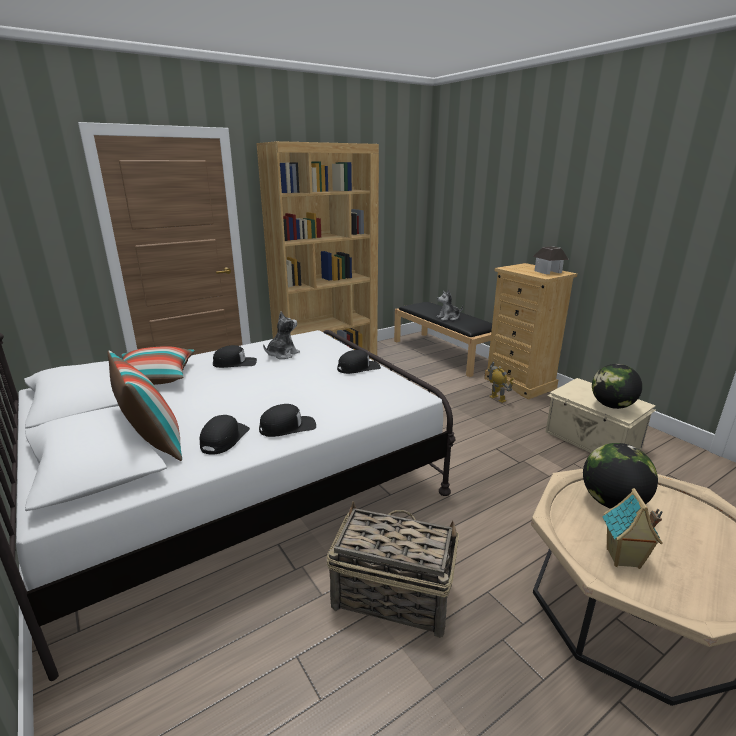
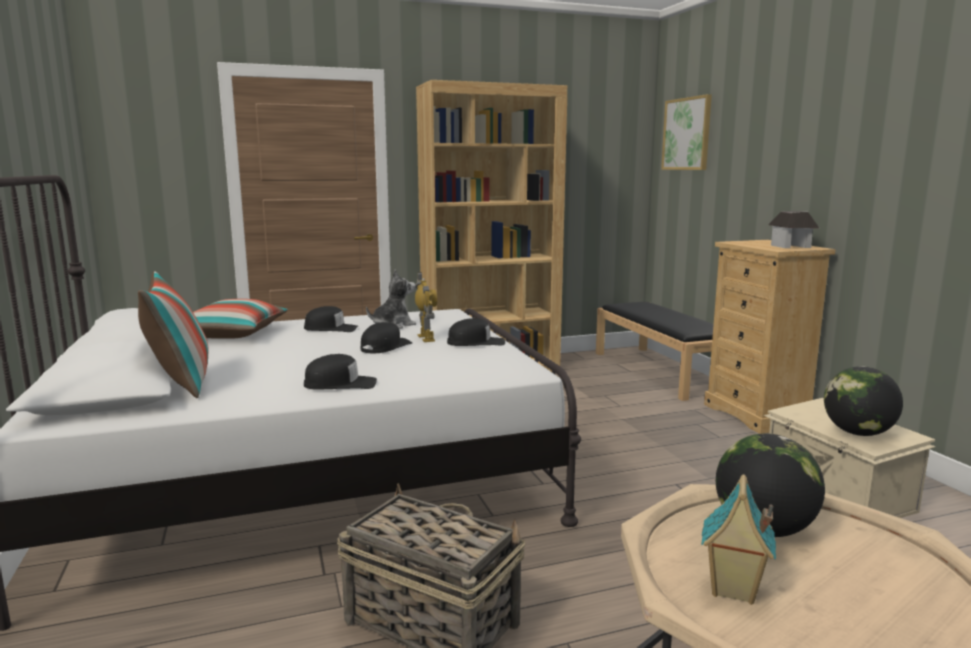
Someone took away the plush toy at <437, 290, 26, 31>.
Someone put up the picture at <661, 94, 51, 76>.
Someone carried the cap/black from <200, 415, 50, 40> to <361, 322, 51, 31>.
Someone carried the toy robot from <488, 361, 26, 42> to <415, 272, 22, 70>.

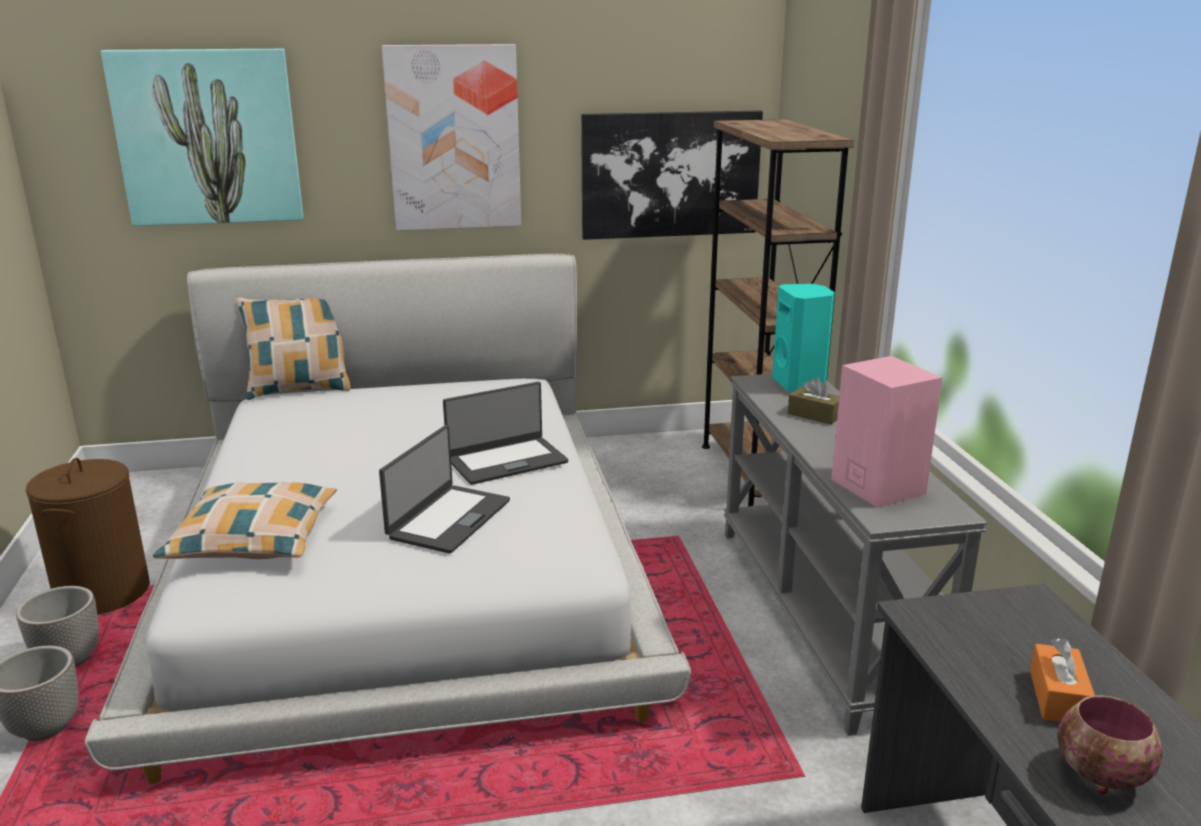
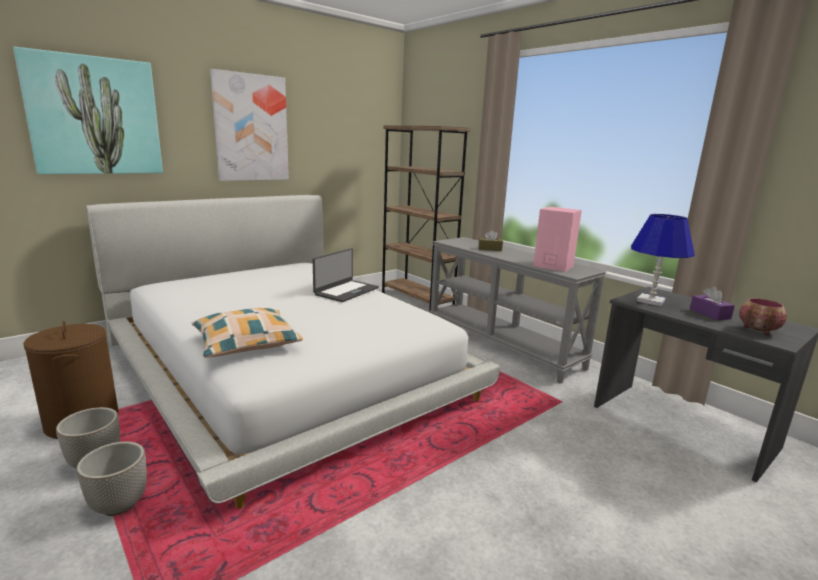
Someone took away the pillow at <236, 298, 114, 102>.
Someone took away the laptop at <379, 425, 131, 129>.
Someone took away the picture at <581, 110, 182, 130>.
Someone took away the speaker/turquoise at <772, 284, 63, 108>.
Someone put down the table lamp/blue at <631, 214, 64, 92>.
Someone repainted the tissue box/orange at <1030, 638, 65, 84>, which became the tissue box/purple at <690, 287, 45, 33>.

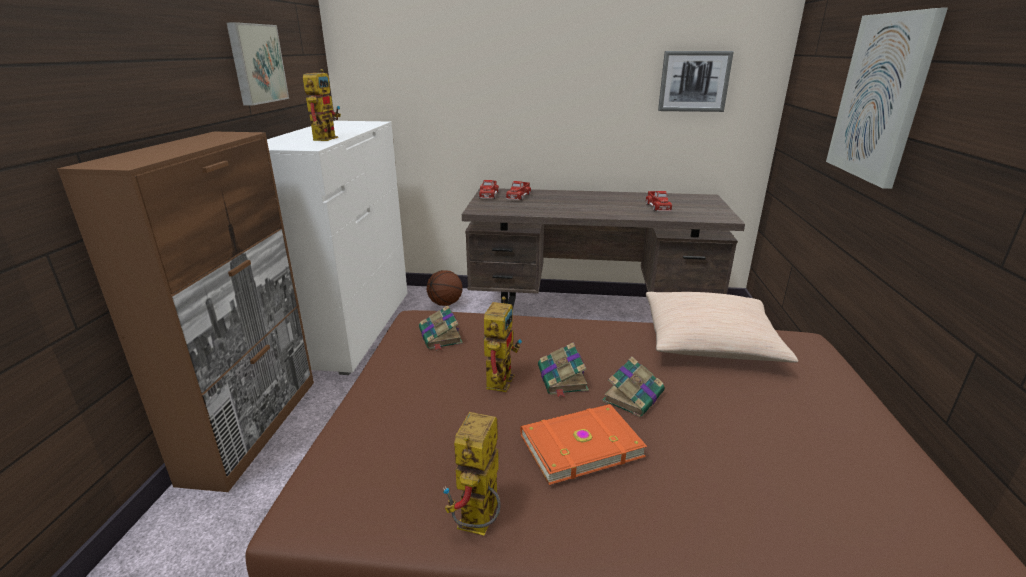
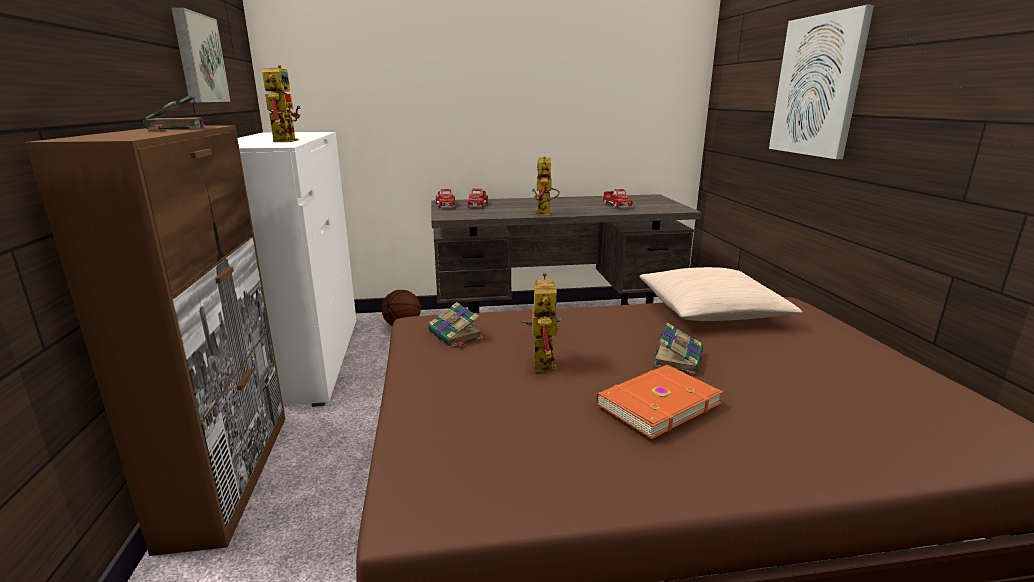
Someone took away the picture at <658, 51, 76, 61>.
Someone carried the toy robot from <443, 412, 58, 123> to <532, 156, 28, 59>.
Someone carried the book from <538, 342, 51, 56> to <143, 96, 62, 34>.

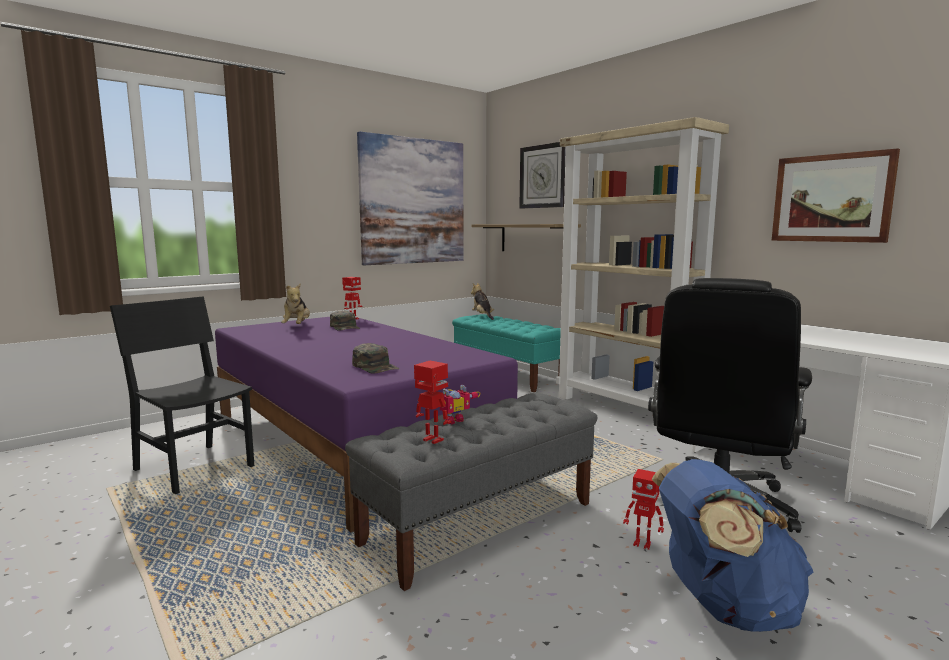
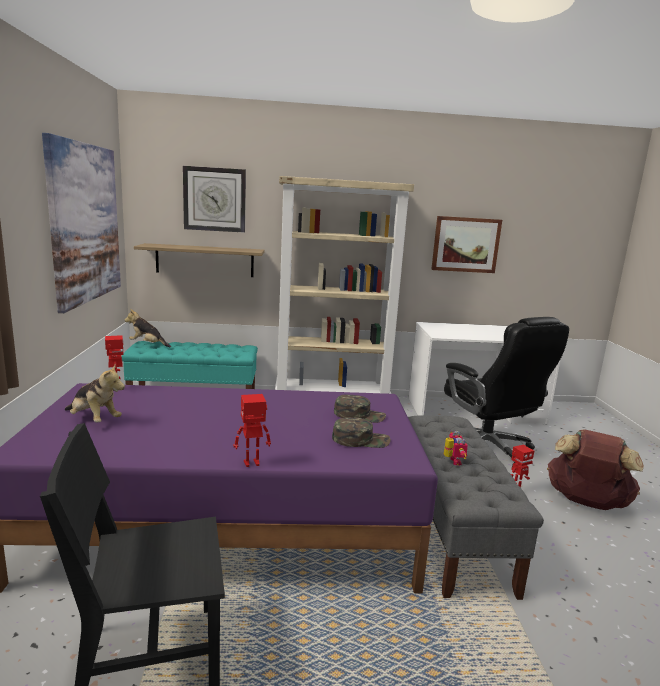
Someone carried the cap/green from <330, 311, 30, 20> to <334, 395, 52, 28>.
Someone carried the toy robot from <414, 361, 37, 83> to <233, 394, 38, 73>.
Someone repainted the backpack/blue at <652, 459, 161, 173>, which became the backpack/brown at <547, 429, 97, 81>.

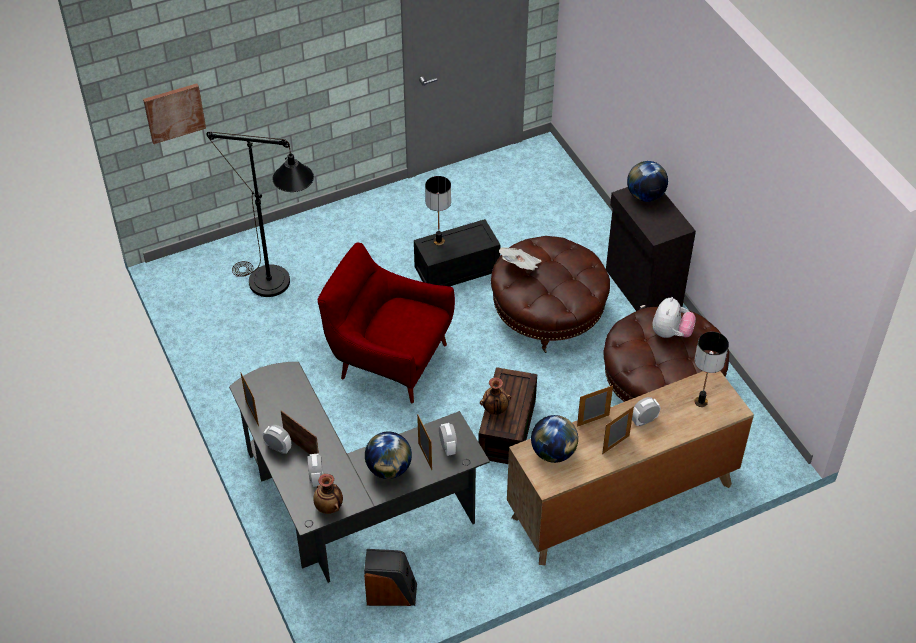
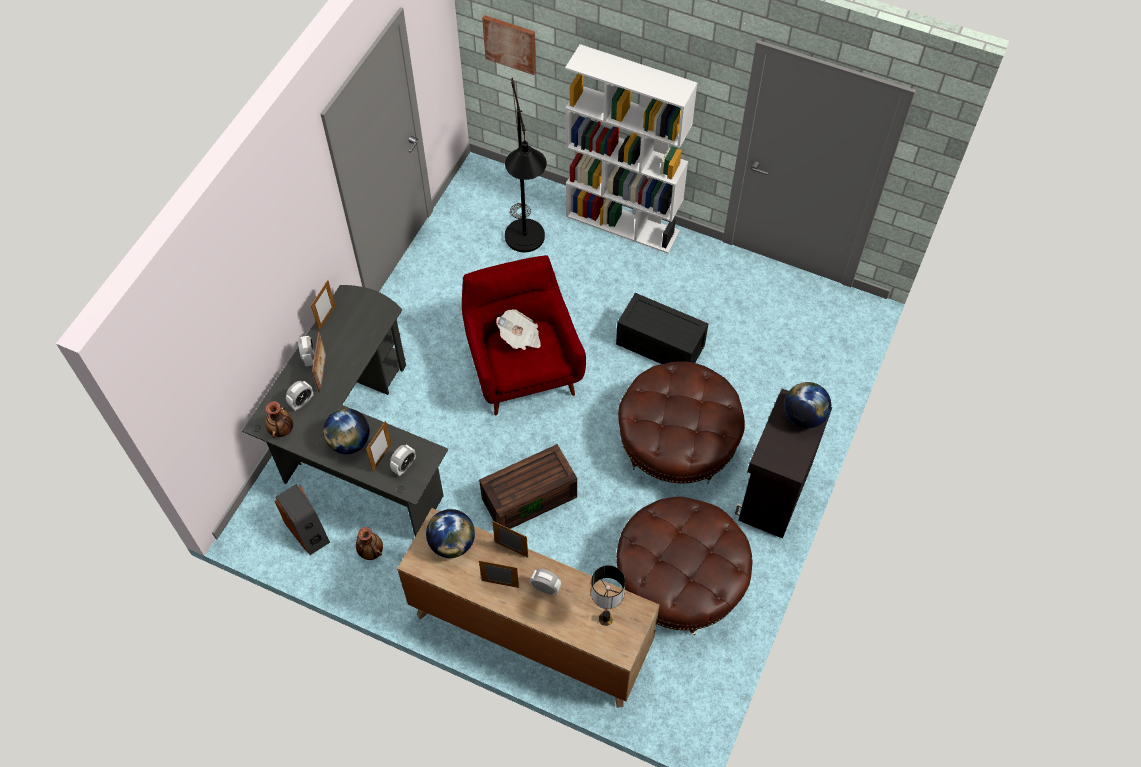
Someone took away the table lamp at <425, 176, 26, 70>.
Someone took away the plush toy at <653, 297, 43, 41>.
Someone put down the bookcase/white at <565, 44, 133, 210>.
Someone carried the vase from <480, 377, 31, 38> to <356, 527, 27, 33>.
Someone carried the newspaper from <499, 247, 43, 24> to <496, 309, 45, 41>.

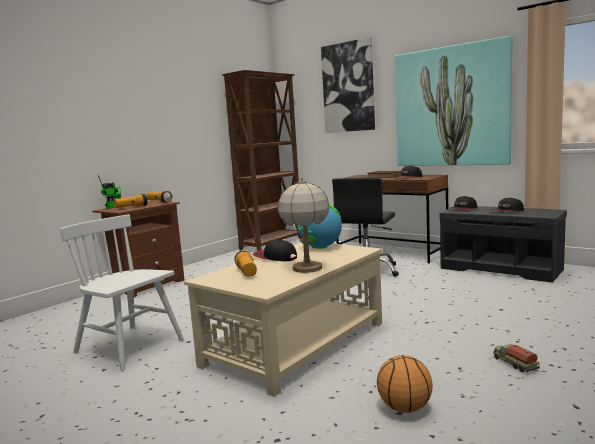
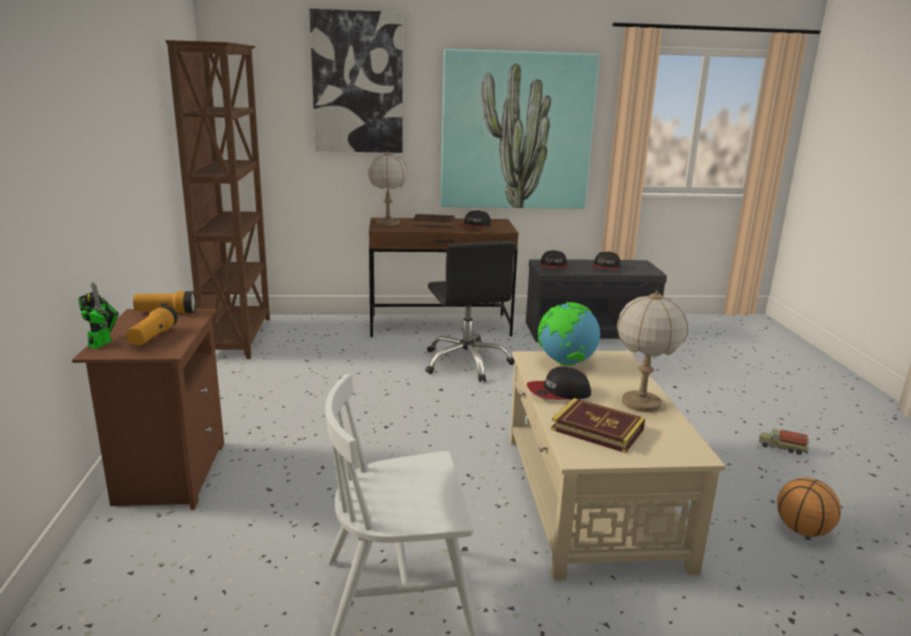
Someone put down the table lamp at <368, 151, 40, 75>.
Someone swapped the flashlight at <234, 251, 23, 26> for the book at <551, 398, 94, 55>.

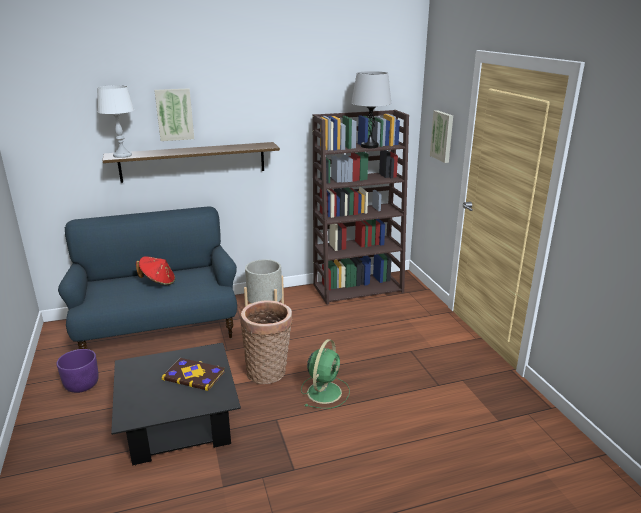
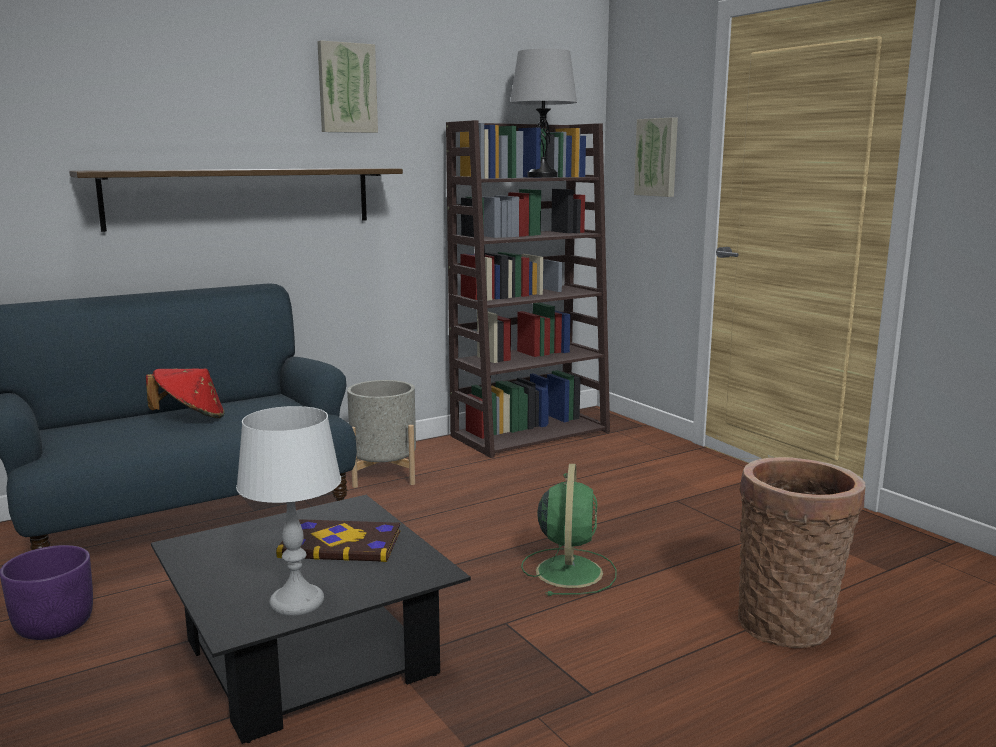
Someone carried the table lamp/white from <97, 85, 37, 73> to <236, 406, 105, 210>.
Someone carried the picture from <154, 88, 40, 53> to <317, 40, 61, 93>.
Someone carried the basket from <240, 300, 53, 84> to <738, 457, 128, 191>.

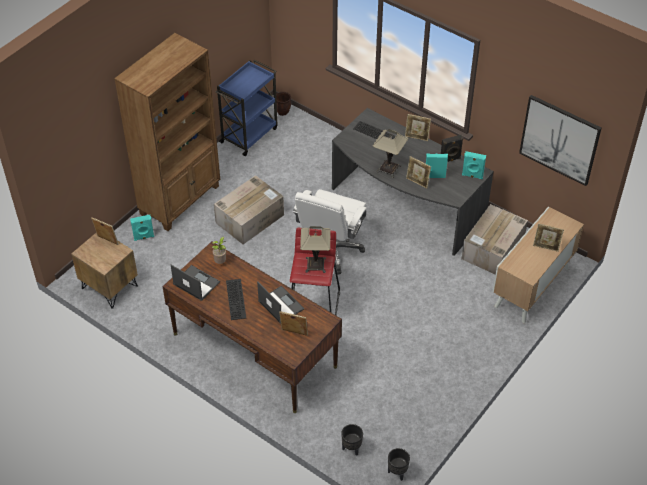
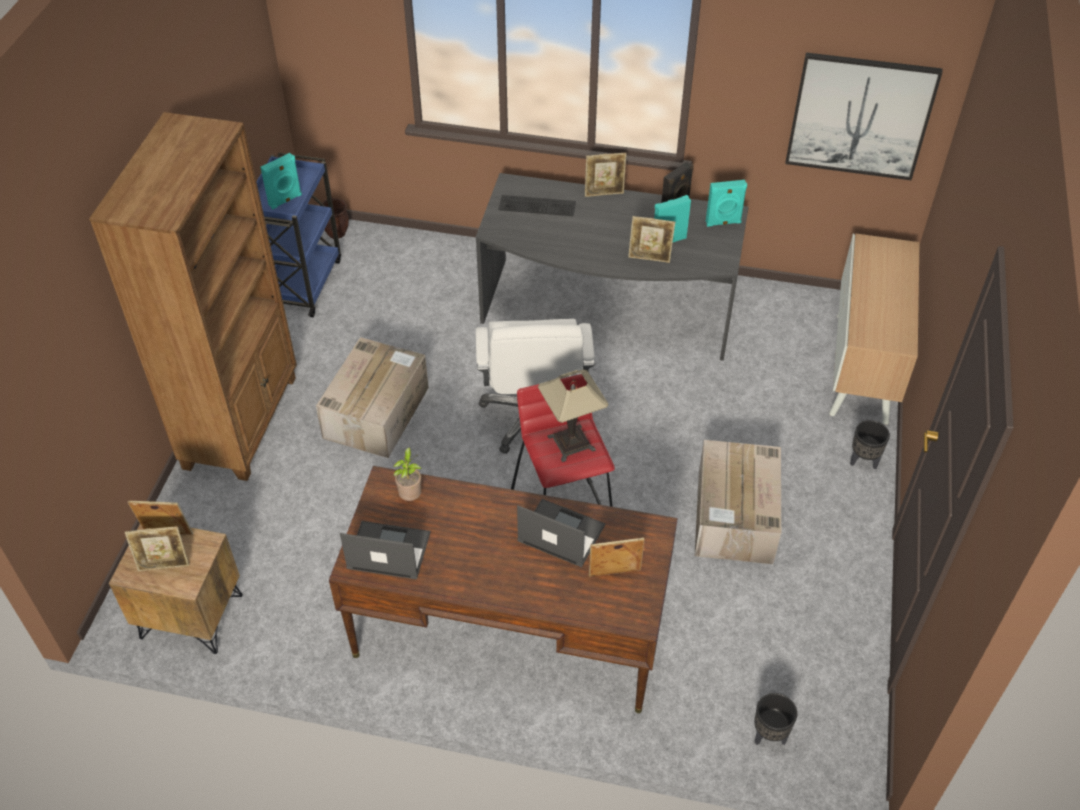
Someone took away the keyboard at <226, 279, 20, 41>.
Someone took away the table lamp at <373, 129, 35, 49>.
Someone carried the speaker/turquoise from <130, 215, 24, 26> to <260, 153, 42, 56>.
Someone carried the planter/black from <388, 448, 22, 33> to <850, 420, 40, 49>.
Someone carried the cardboard box from <461, 204, 67, 71> to <695, 440, 86, 124>.
Someone carried the picture frame from <533, 223, 31, 29> to <125, 526, 64, 45>.

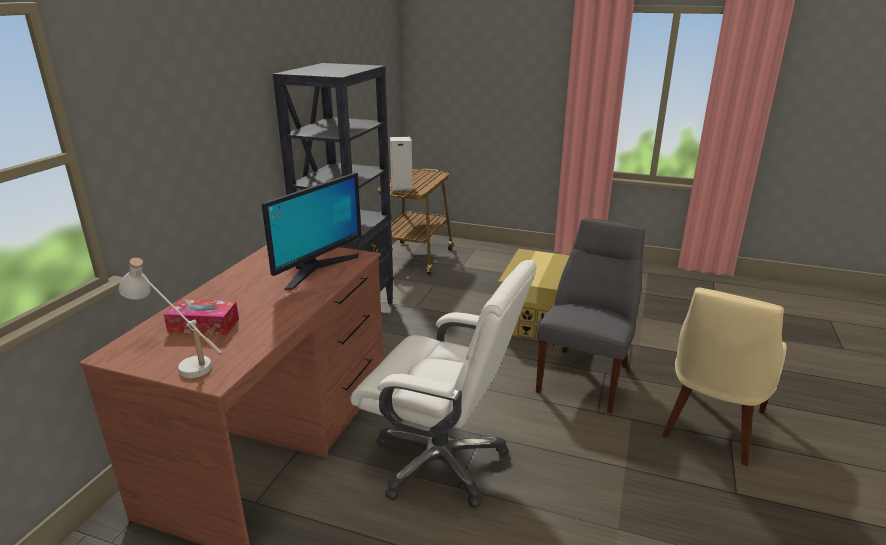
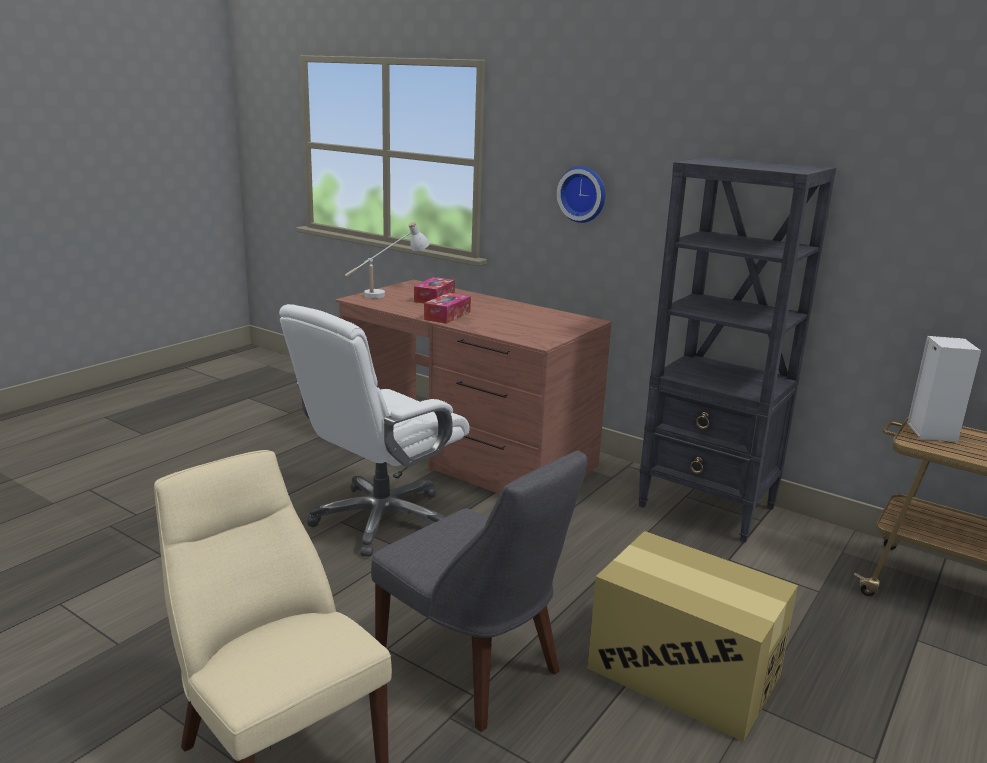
Someone took away the monitor at <262, 173, 100, 117>.
Someone put down the tissue box at <424, 293, 47, 31>.
Someone put up the wall clock at <557, 166, 49, 57>.

